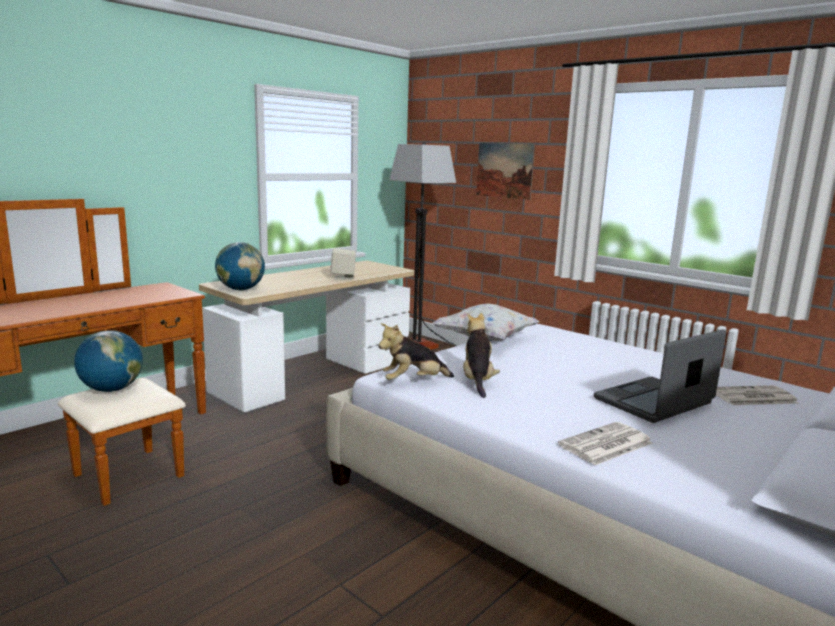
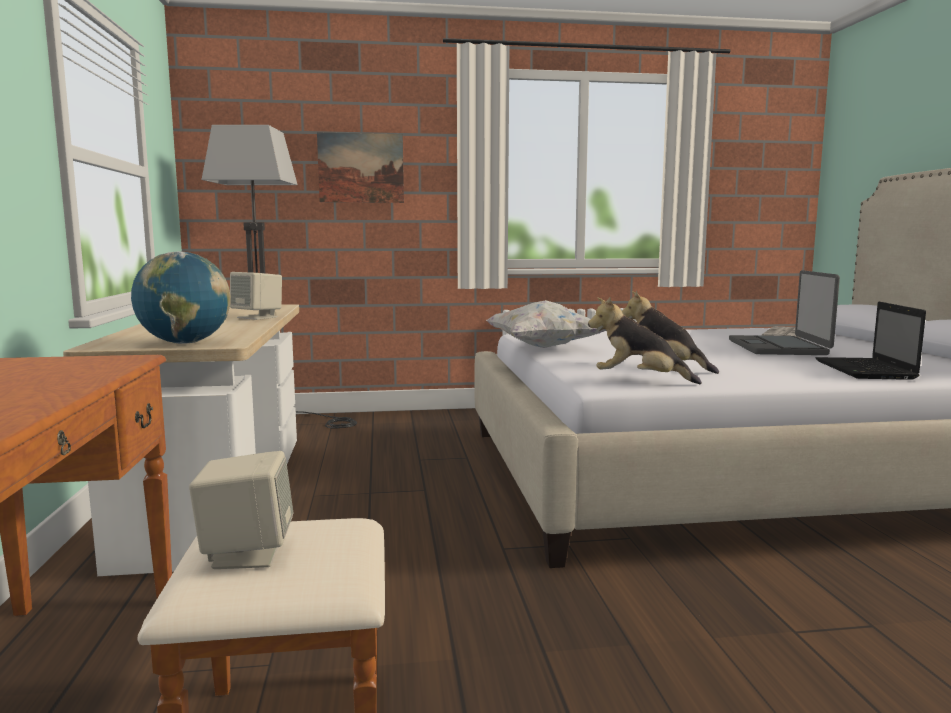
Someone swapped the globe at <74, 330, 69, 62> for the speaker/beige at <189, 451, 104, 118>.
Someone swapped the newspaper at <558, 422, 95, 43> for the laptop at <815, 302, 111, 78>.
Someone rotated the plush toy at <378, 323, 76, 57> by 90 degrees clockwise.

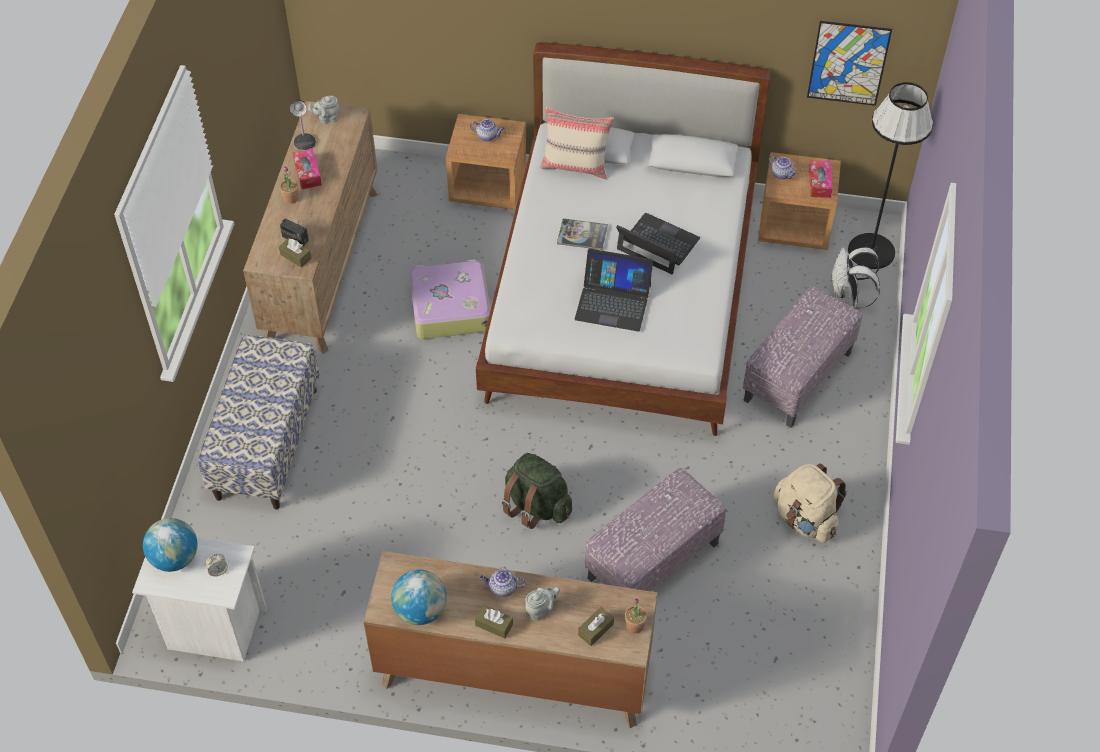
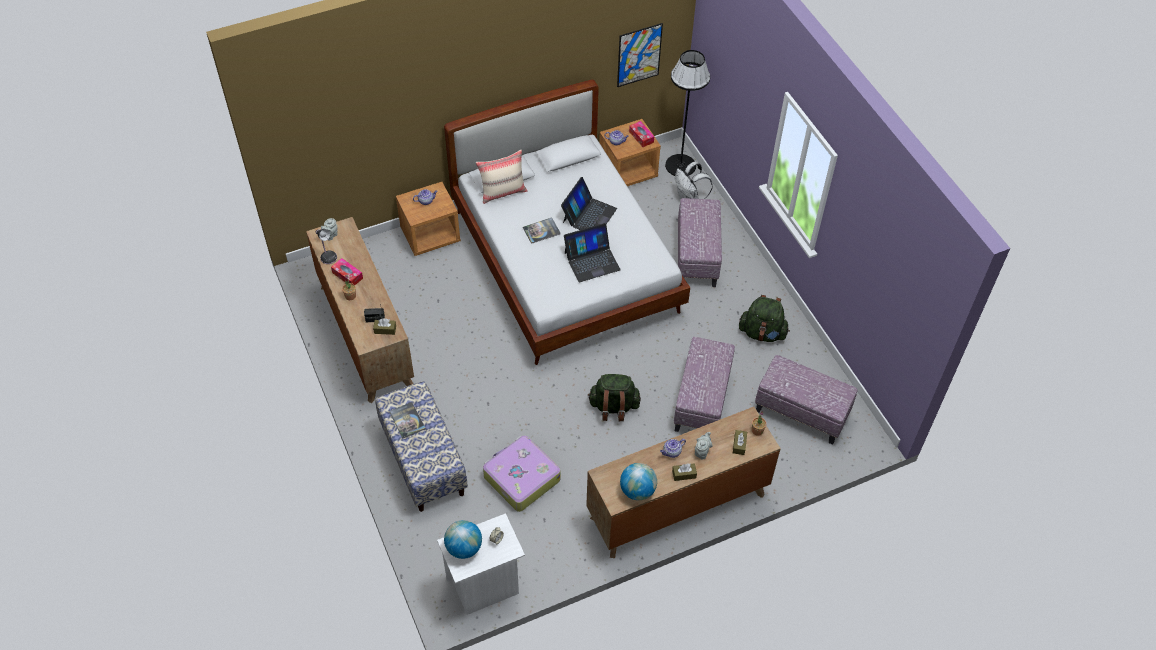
Someone put down the book at <389, 402, 36, 37>.
Someone put down the ottoman at <755, 355, 103, 90>.
Someone carried the suitcase from <409, 259, 81, 80> to <483, 436, 77, 76>.
Someone repainted the backpack/beige at <774, 463, 73, 80>, which became the backpack/green at <739, 295, 51, 47>.
Someone rotated the laptop at <616, 213, 84, 61> by 120 degrees clockwise.

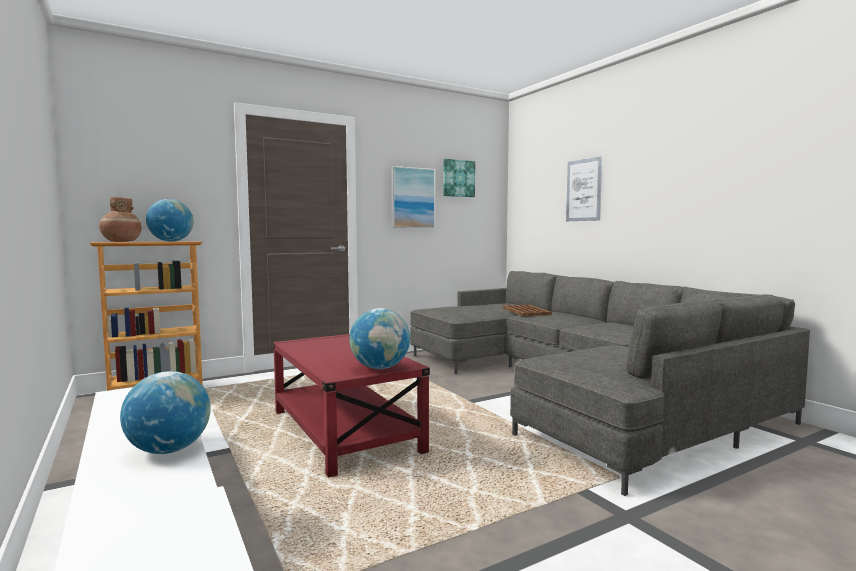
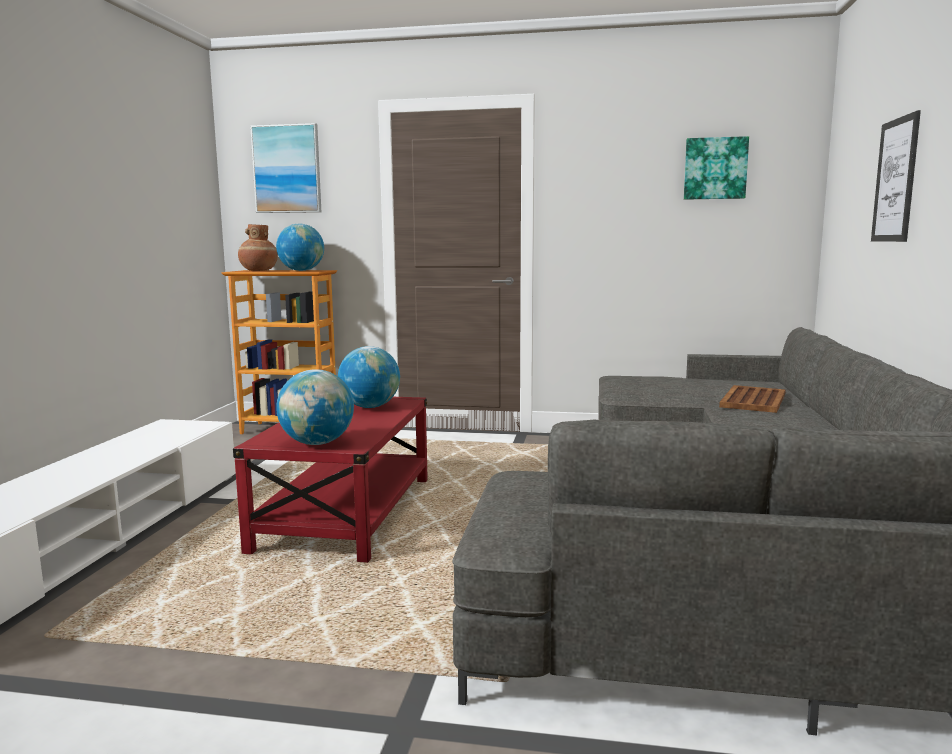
Someone carried the globe from <120, 371, 91, 83> to <338, 346, 62, 62>.
Someone carried the picture from <391, 166, 44, 62> to <250, 123, 71, 90>.

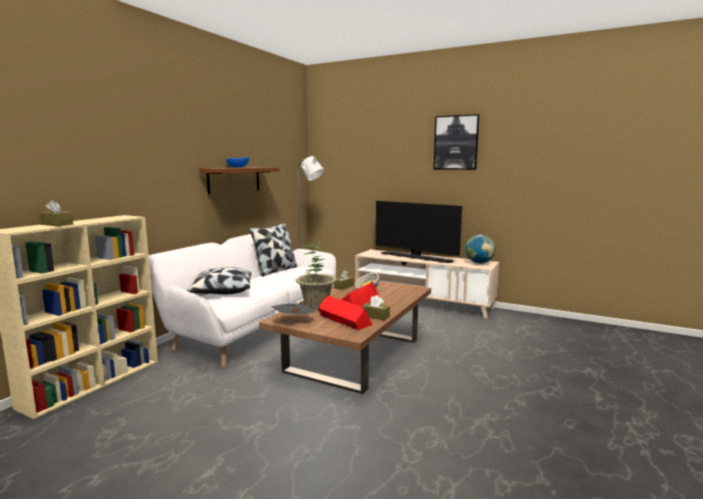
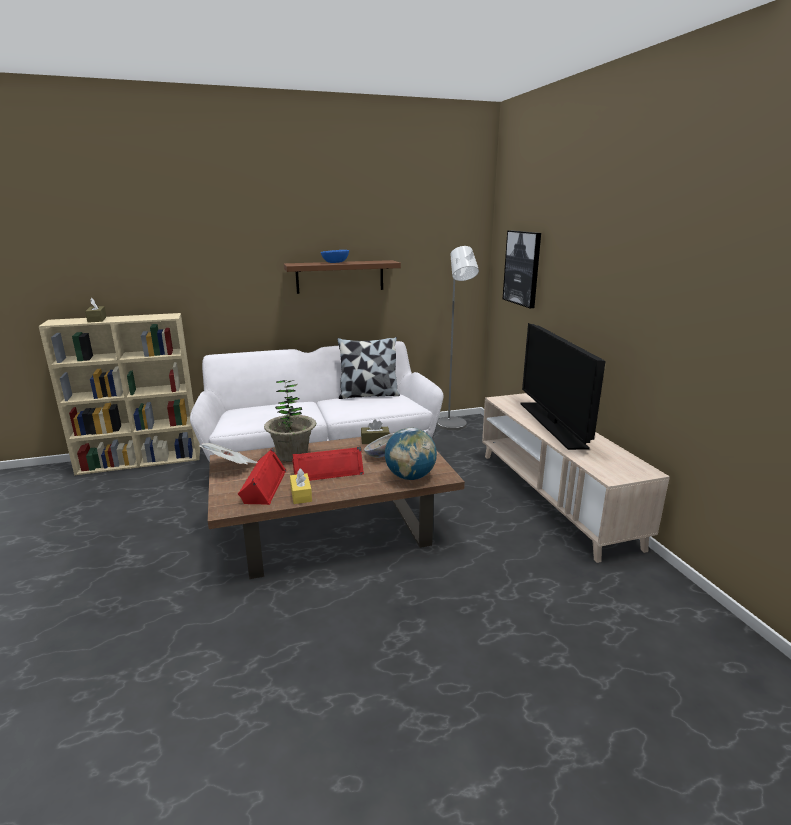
Someone took away the pillow at <186, 267, 66, 27>.
Someone carried the picture from <434, 114, 45, 56> to <503, 230, 38, 78>.
Someone carried the globe from <465, 235, 30, 29> to <385, 428, 52, 52>.
Someone repainted the tissue box/brown at <362, 295, 28, 25>, which became the tissue box/yellow at <290, 468, 22, 36>.

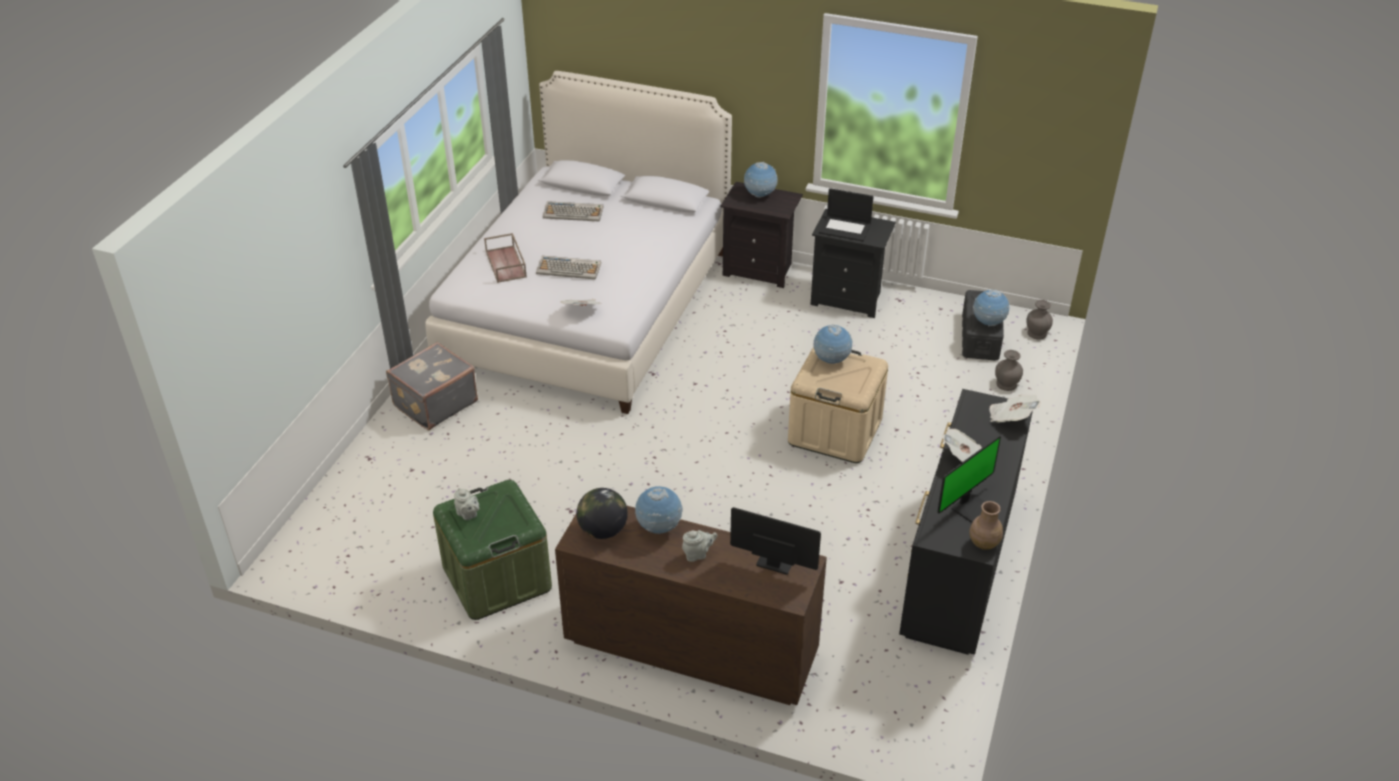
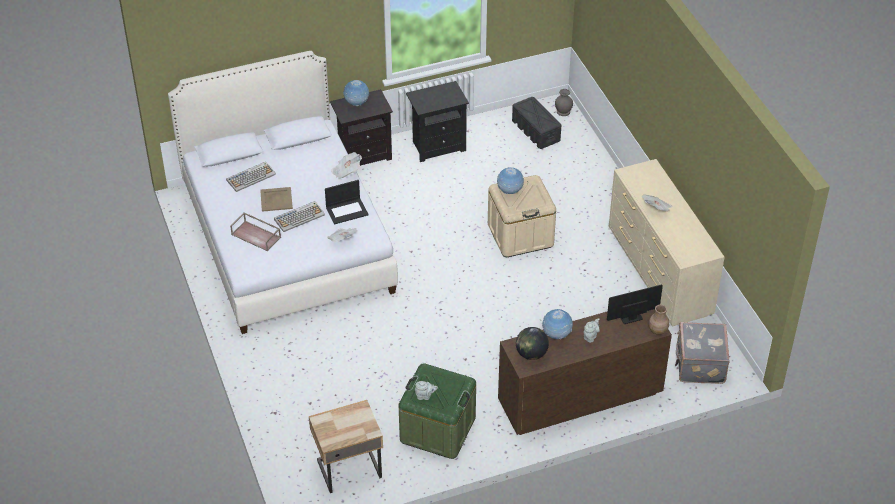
Someone took away the monitor at <937, 436, 64, 87>.
Someone took away the globe at <973, 289, 36, 37>.
Someone took away the vase/grey at <995, 350, 28, 41>.
Someone put down the tray/beige at <260, 187, 33, 25>.
Someone put down the nightstand/beige at <309, 400, 74, 93>.
Someone carried the suitcase/grey from <386, 342, 92, 88> to <675, 322, 55, 62>.
Someone carried the laptop from <819, 188, 55, 54> to <325, 180, 43, 44>.
Someone carried the vase/brown from <969, 501, 34, 49> to <648, 305, 21, 30>.
Someone carried the newspaper from <989, 395, 52, 27> to <331, 152, 31, 27>.
Someone repainted the dresser/black at <899, 389, 134, 266>, which became the dresser/beige at <609, 159, 116, 167>.

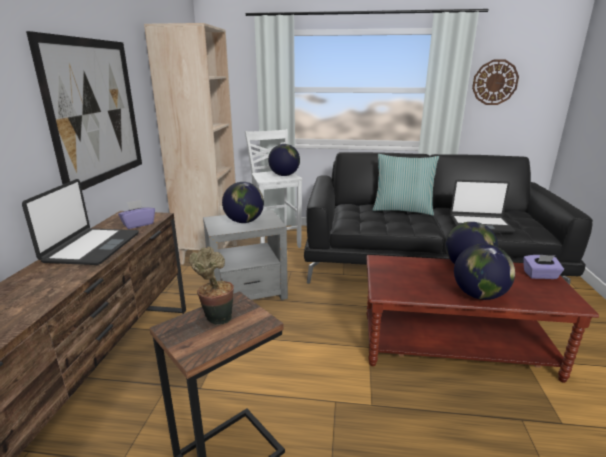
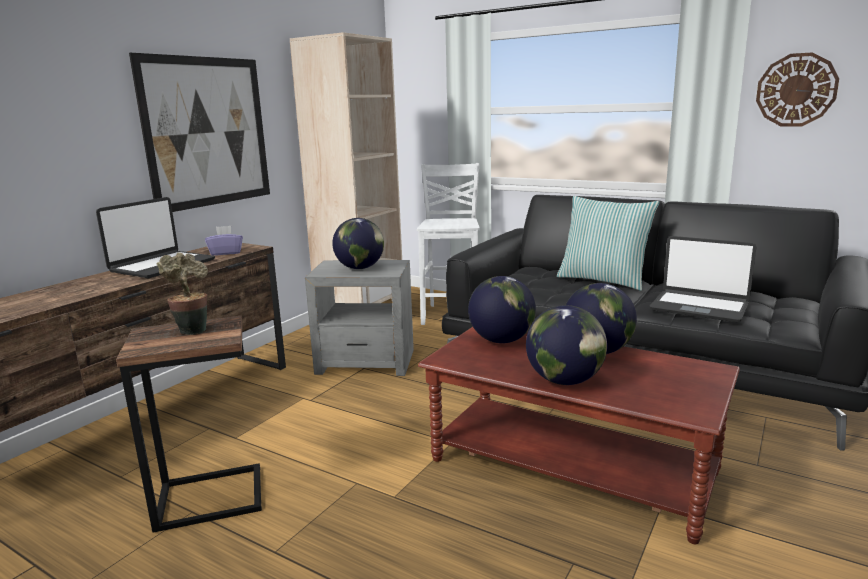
Someone took away the tissue box/purple at <523, 255, 41, 24>.
Someone carried the globe from <268, 144, 32, 32> to <468, 276, 68, 67>.

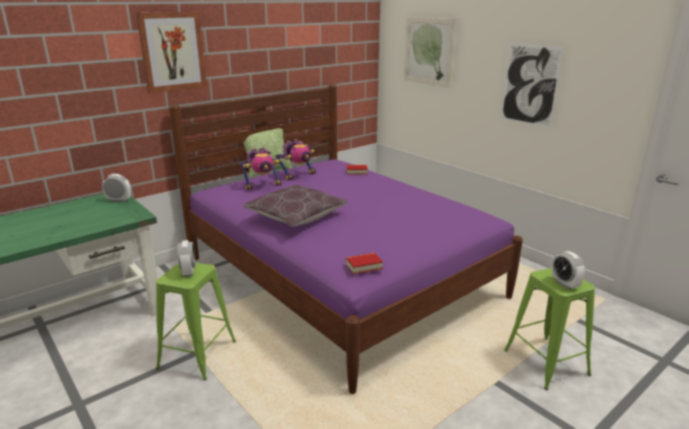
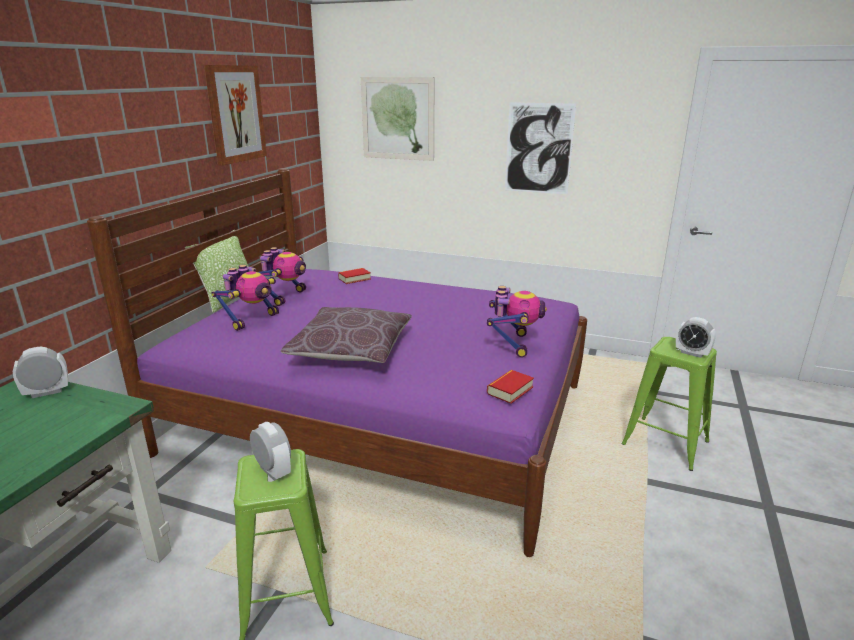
Someone put down the toy robot at <487, 286, 60, 72>.
Someone carried the picture from <136, 12, 71, 81> to <204, 65, 63, 101>.

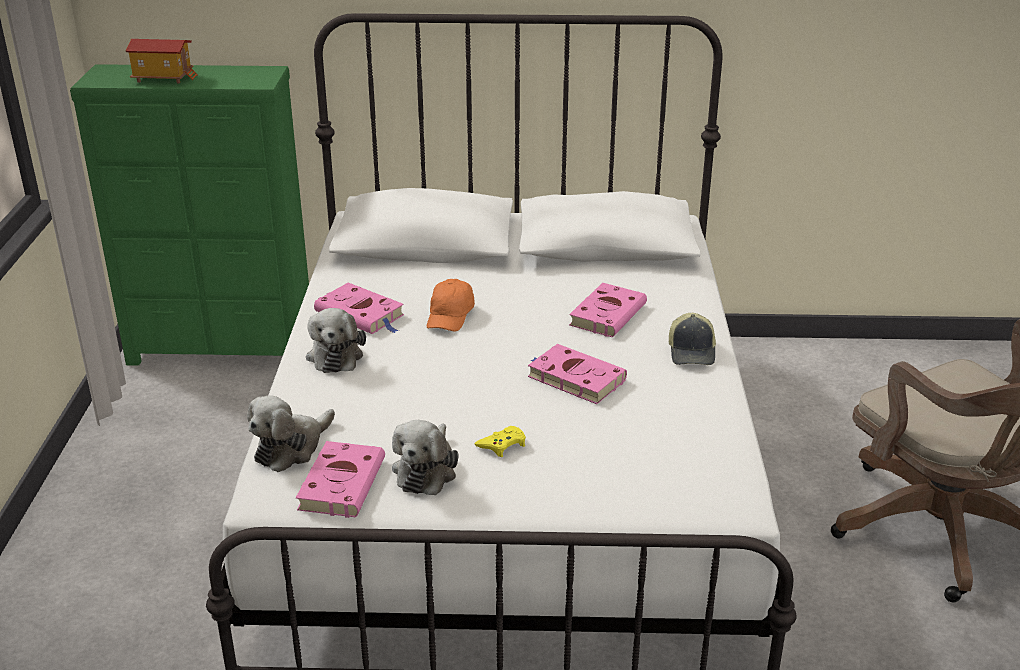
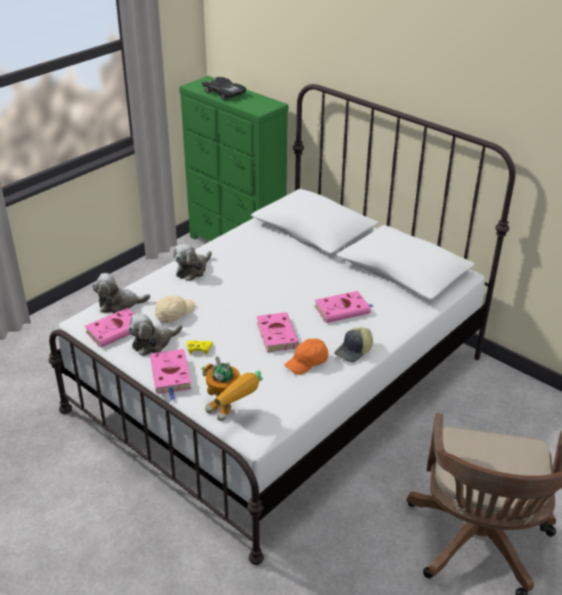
Someone put down the cap/beige at <155, 296, 40, 27>.
Someone put down the toy robot at <202, 356, 61, 65>.
Someone carried the book/pink from <314, 283, 90, 51> to <150, 349, 42, 51>.
Someone carried the cap/orange from <427, 279, 48, 53> to <284, 339, 44, 36>.
Someone swapped the toy house at <125, 39, 73, 45> for the toy car/black at <201, 77, 45, 23>.

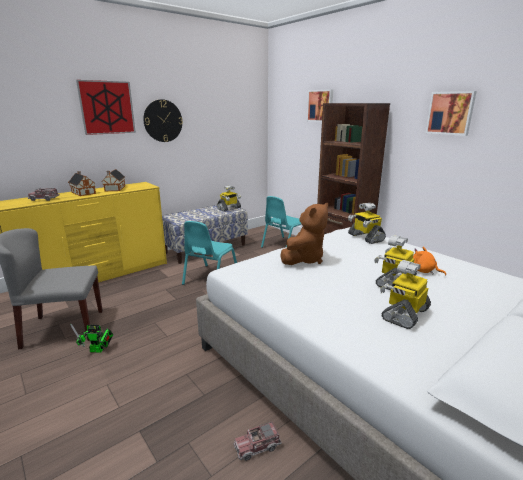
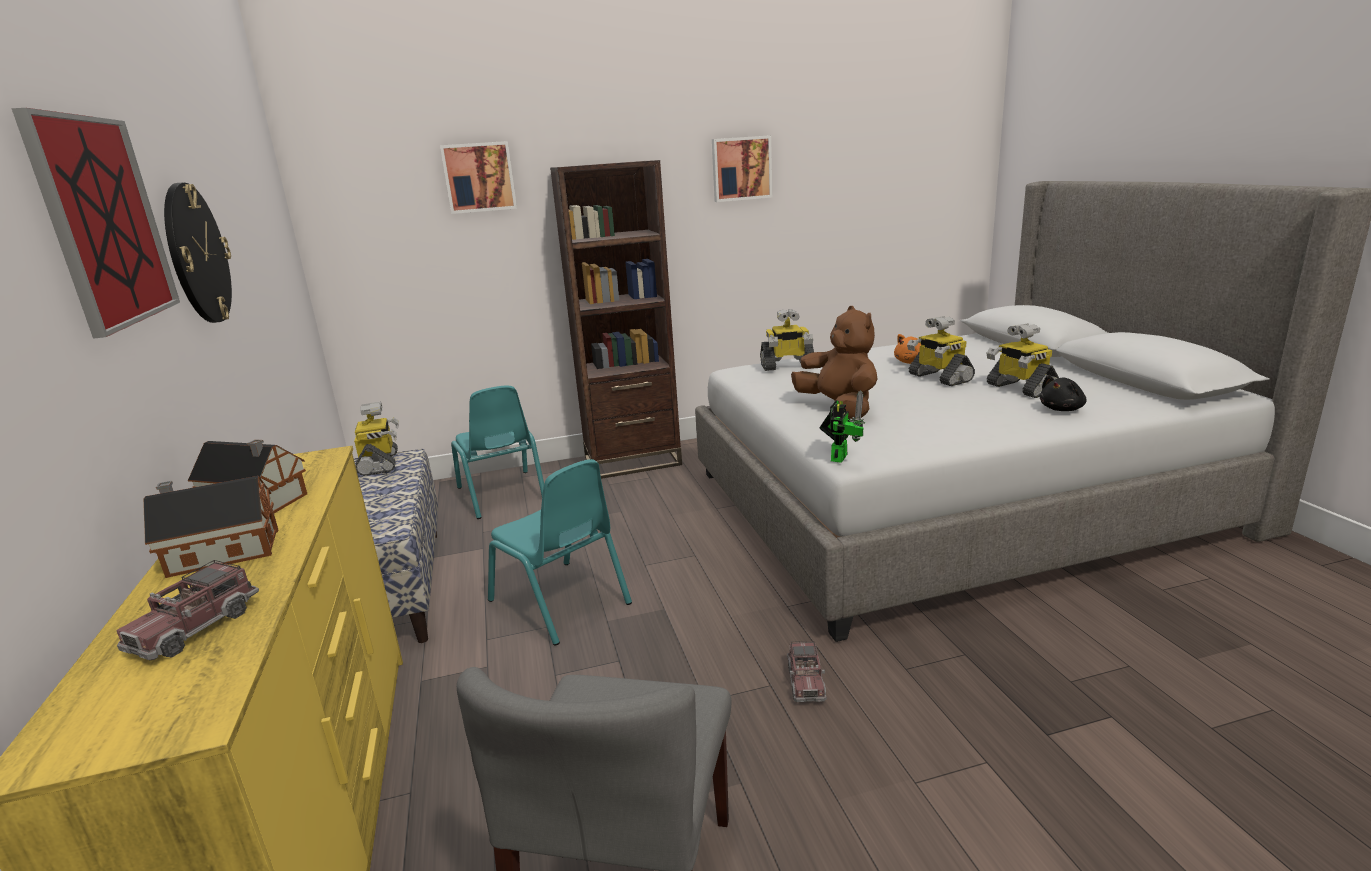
Someone put down the plush toy/black at <1040, 375, 47, 36>.
Someone carried the toy robot from <70, 324, 43, 29> to <820, 390, 45, 73>.
Someone carried the toy truck from <234, 421, 48, 40> to <787, 641, 40, 61>.

